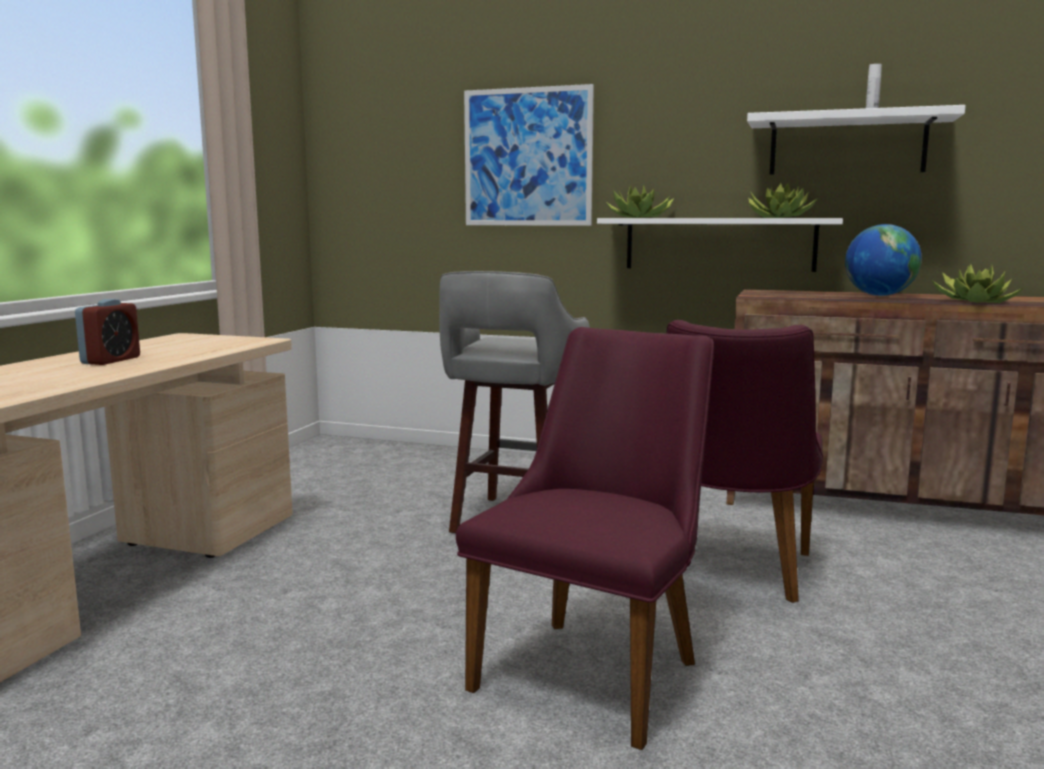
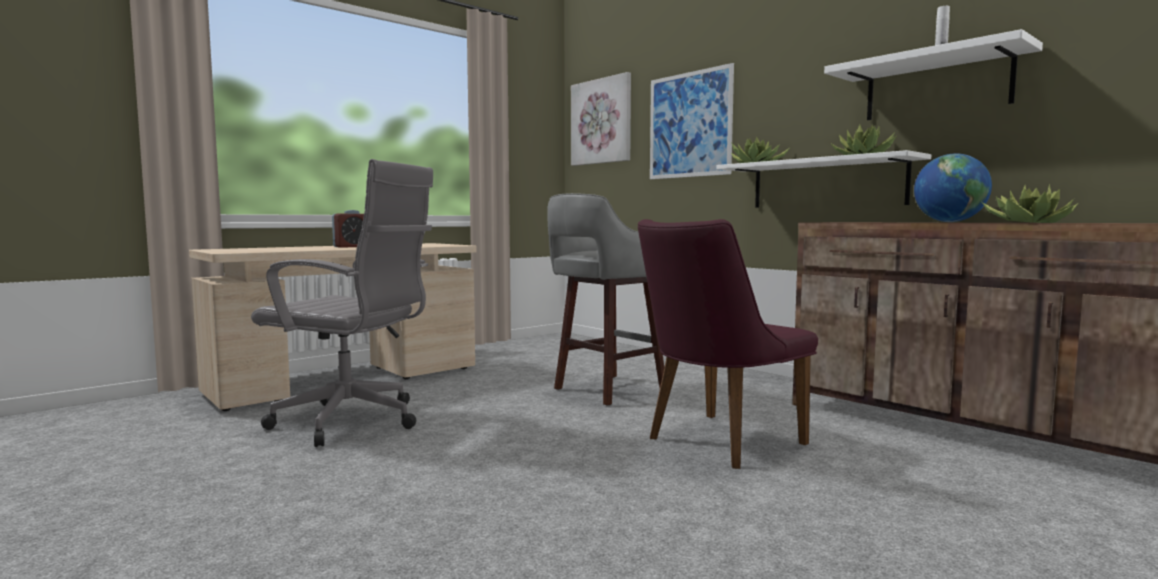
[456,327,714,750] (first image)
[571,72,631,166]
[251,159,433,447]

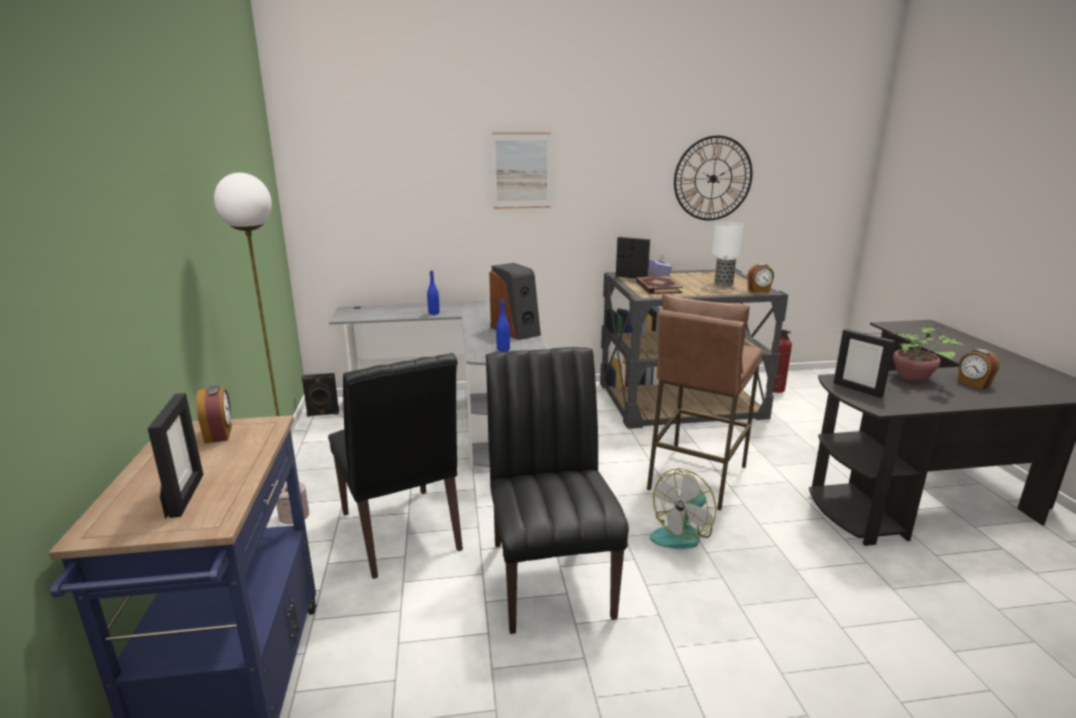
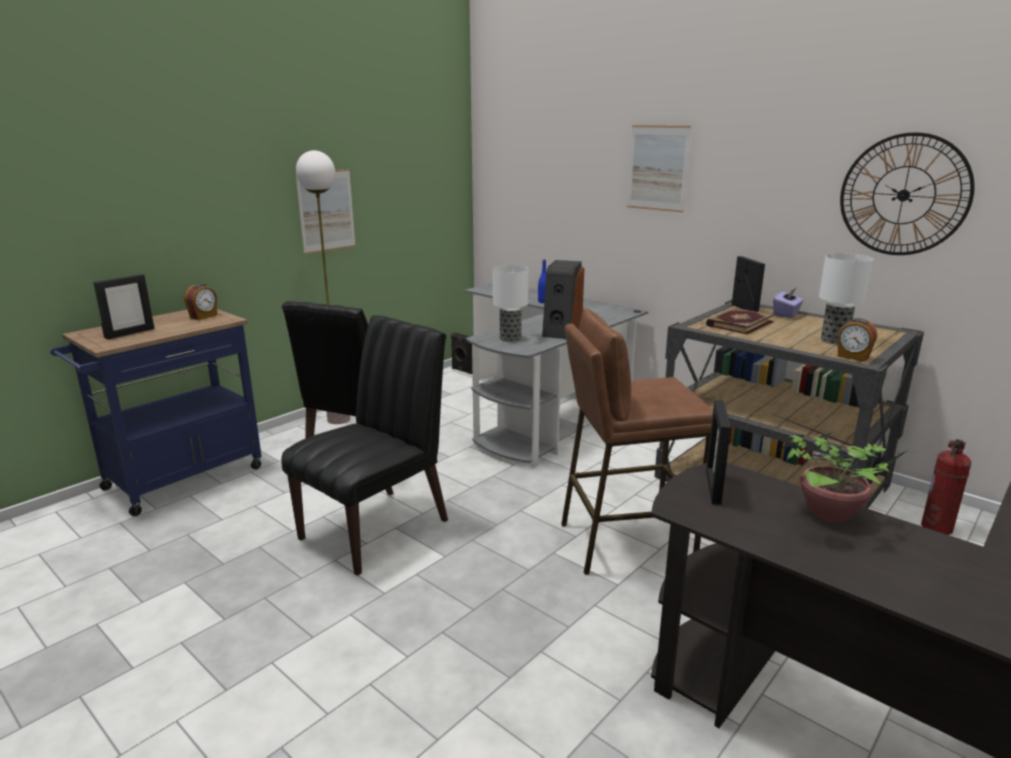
[492,265,529,342]
[958,349,999,389] (first image)
[650,468,716,549] (first image)
[295,169,356,254]

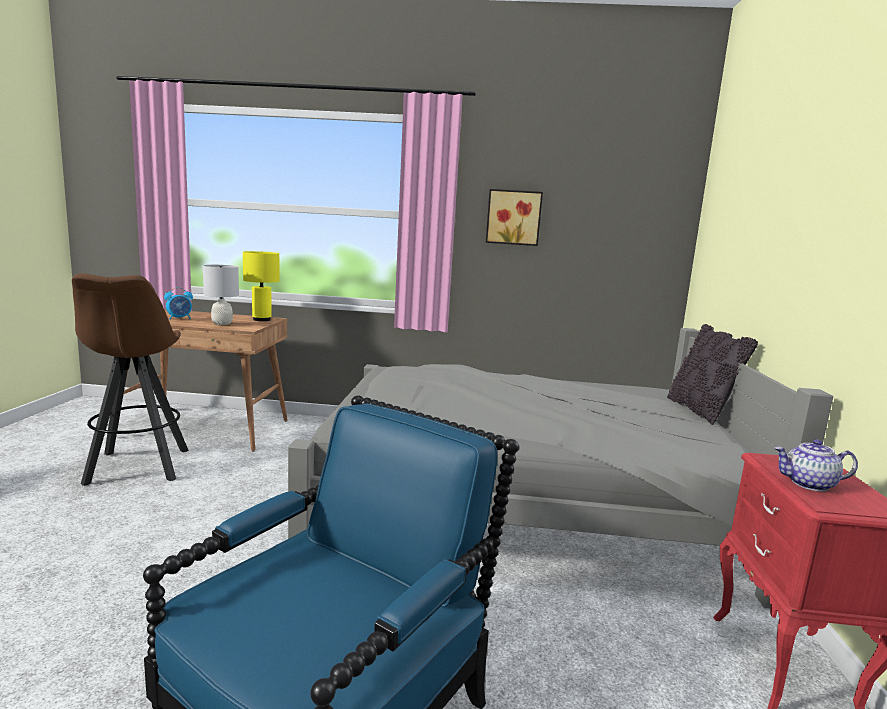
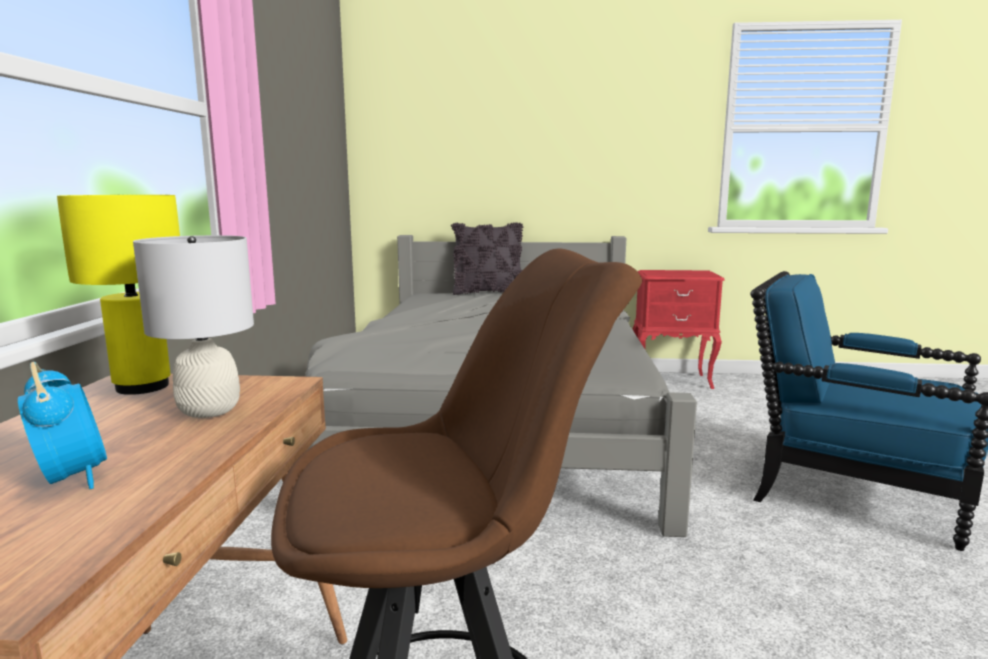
[486,189,543,246] (first image)
[774,439,858,492] (first image)

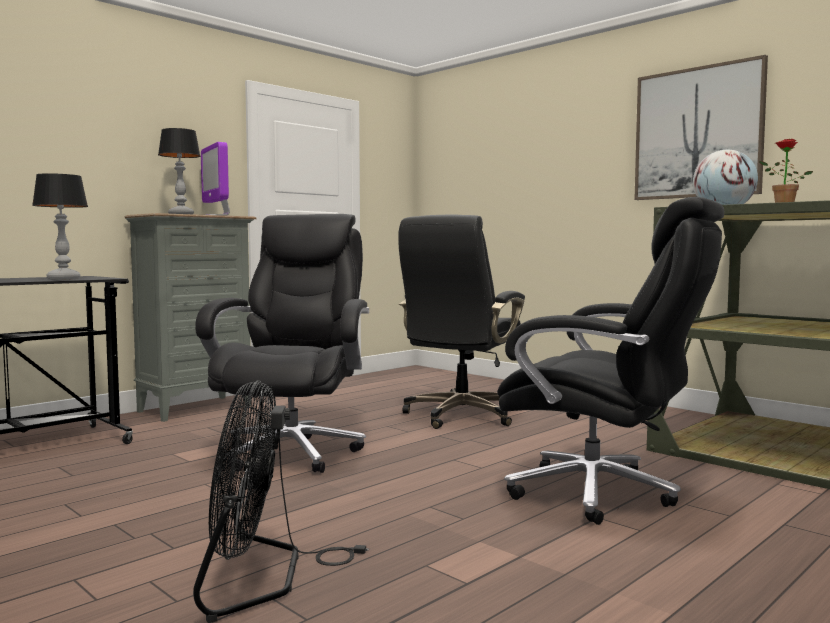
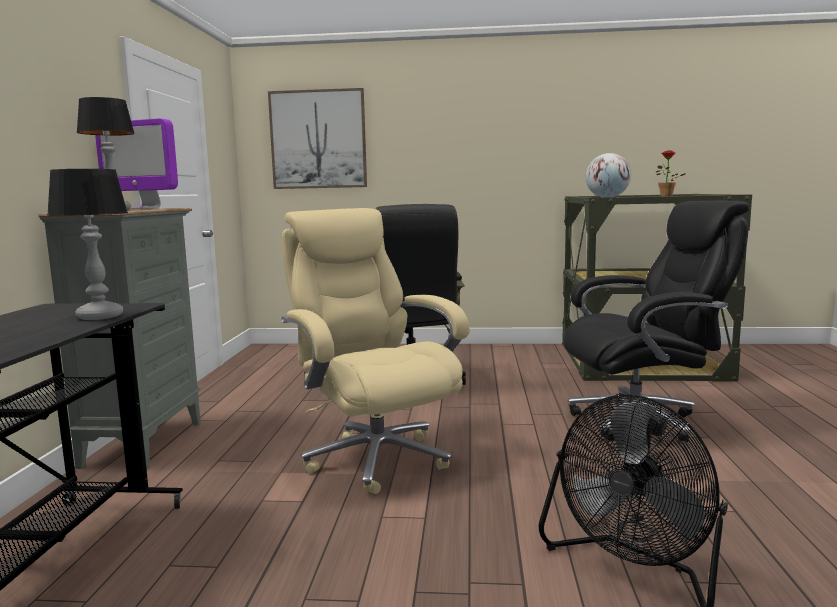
[268,88,367,189]
[282,208,470,494]

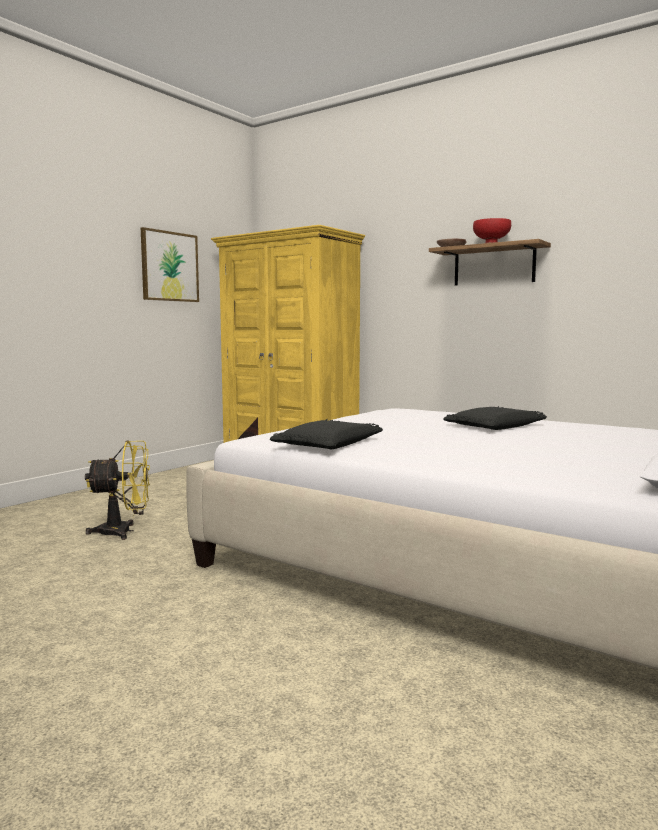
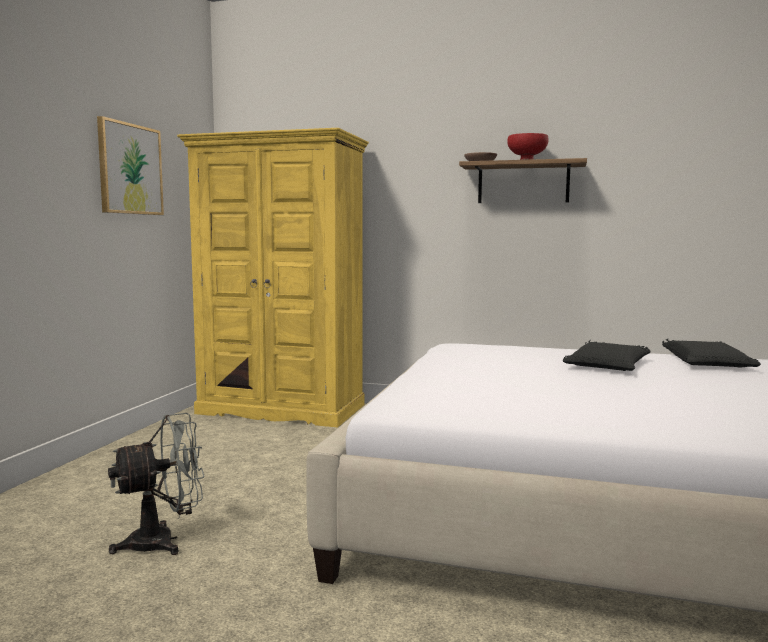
[662,339,761,368]
[108,413,205,555]

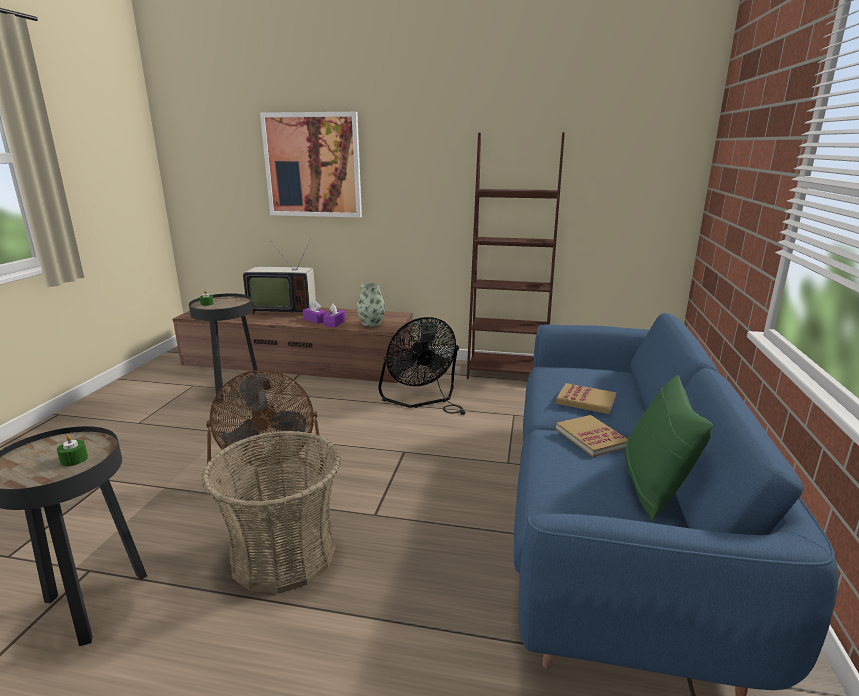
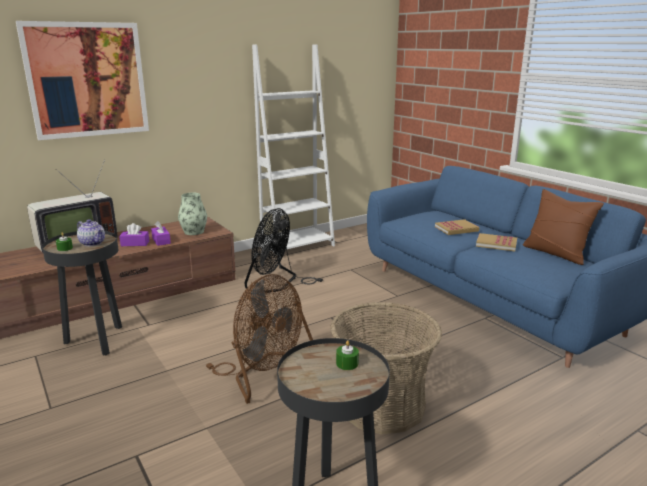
[252,44,335,257]
[523,189,604,265]
[77,219,105,246]

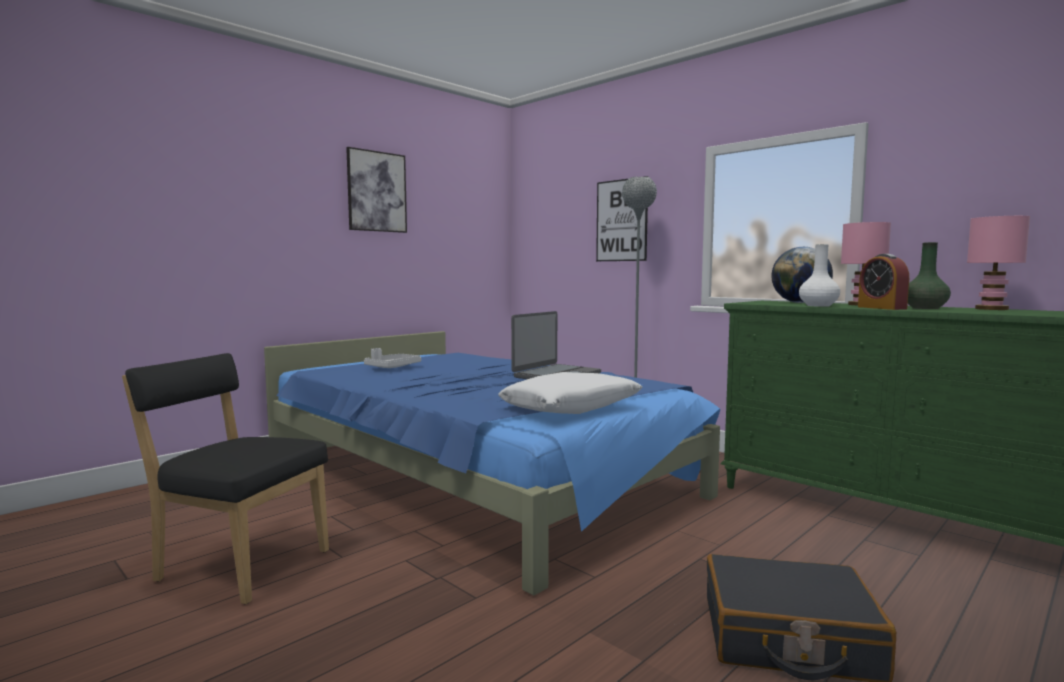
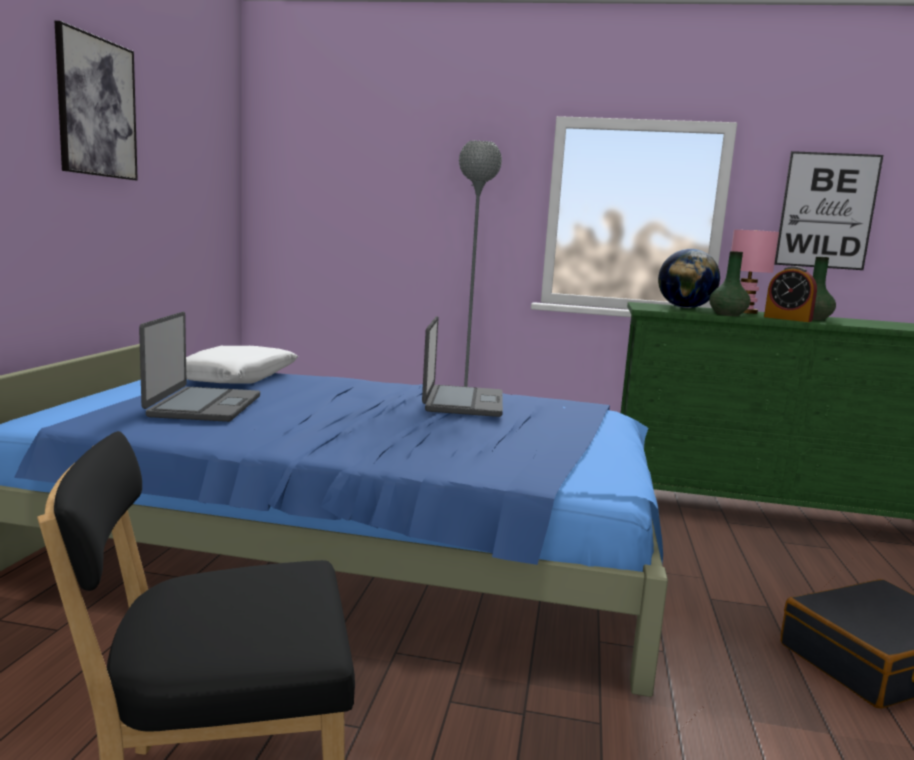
[774,151,883,270]
[967,216,1030,310] (first image)
[709,251,751,316]
[139,312,260,422]
[186,346,298,384]

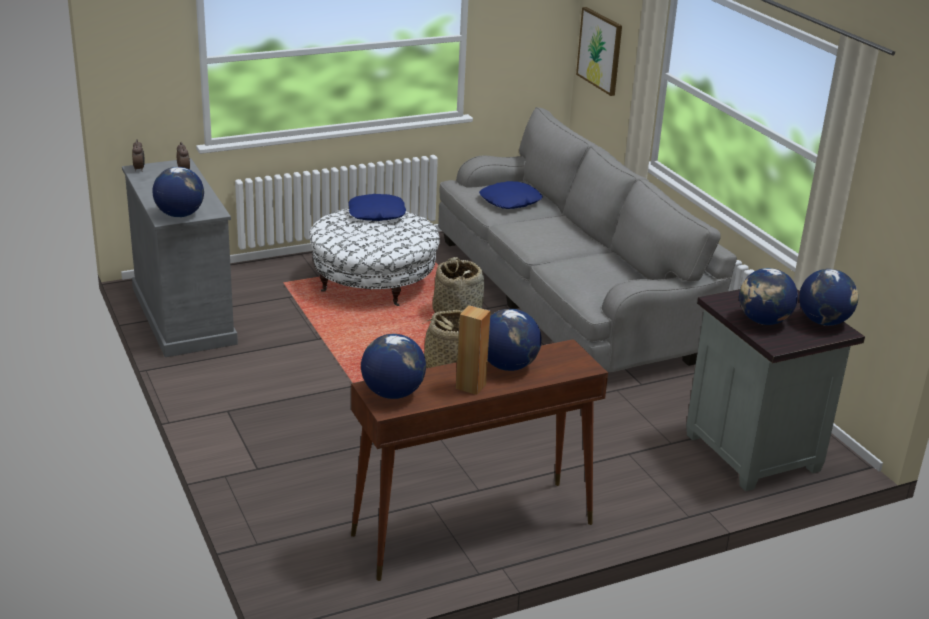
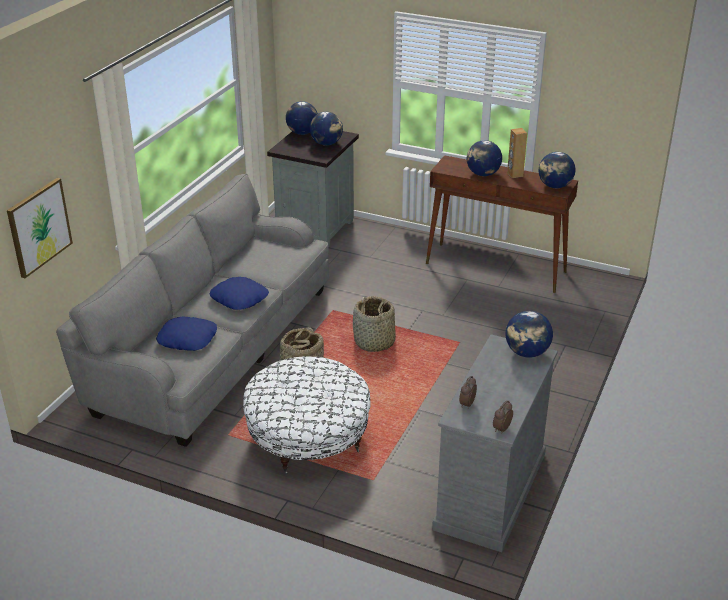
[210,277,269,310]

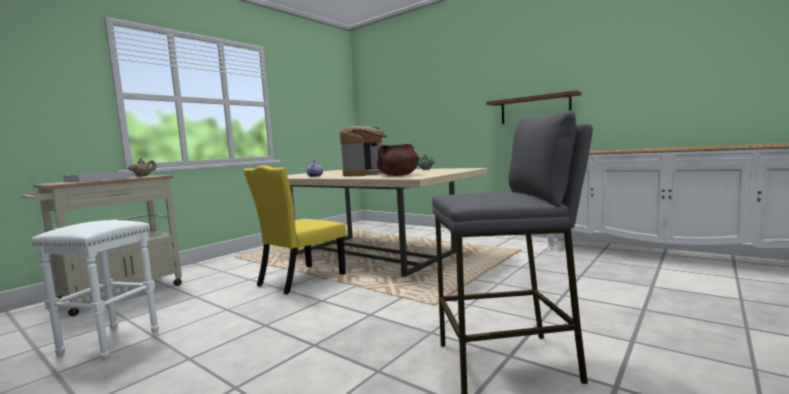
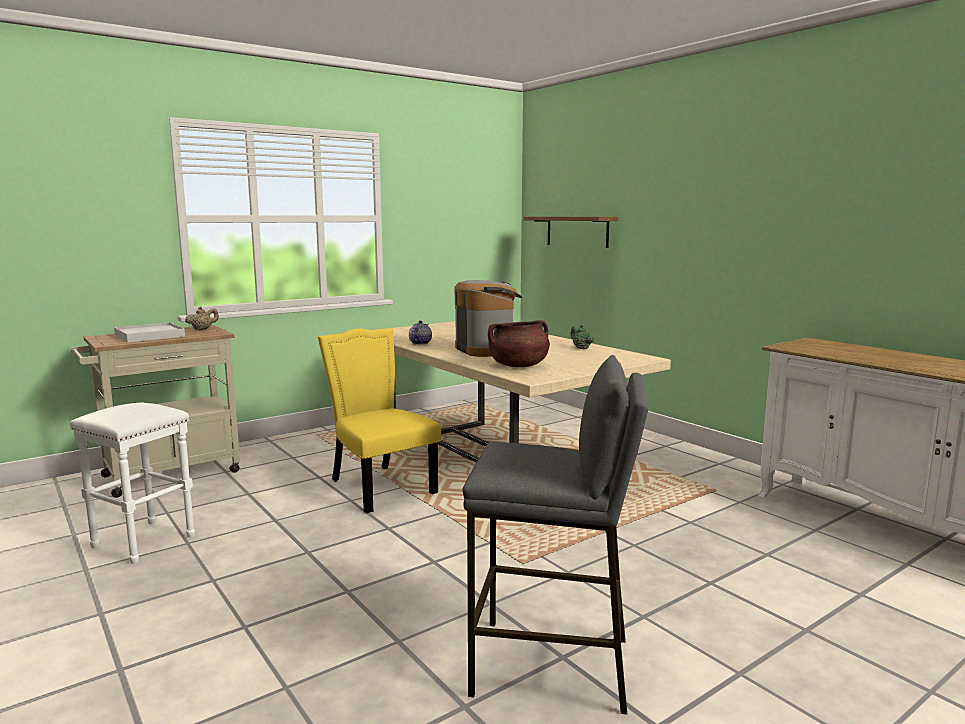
[524,217,618,248]
[455,280,522,357]
[318,328,441,513]

